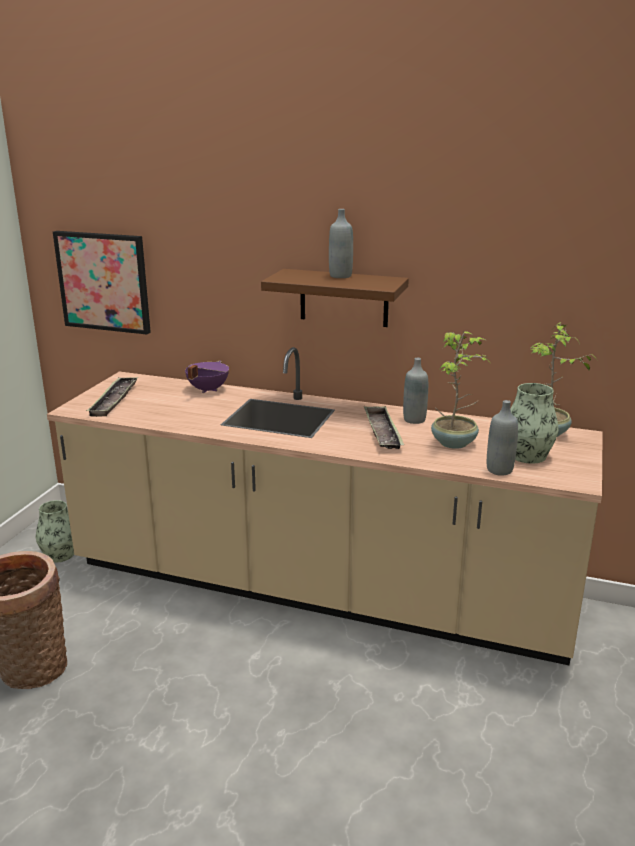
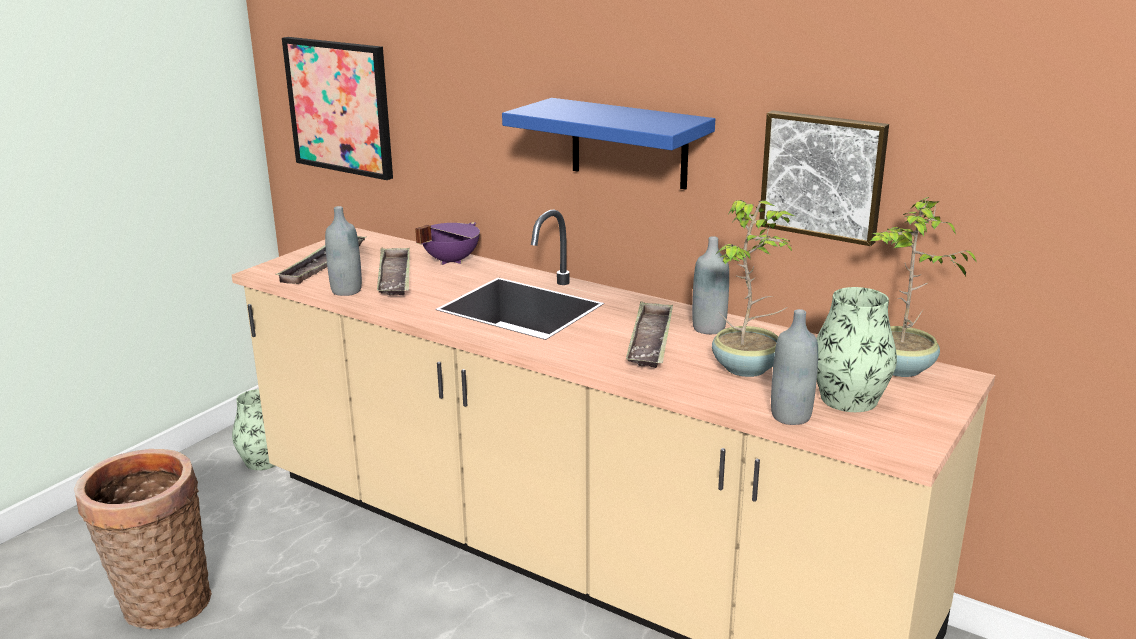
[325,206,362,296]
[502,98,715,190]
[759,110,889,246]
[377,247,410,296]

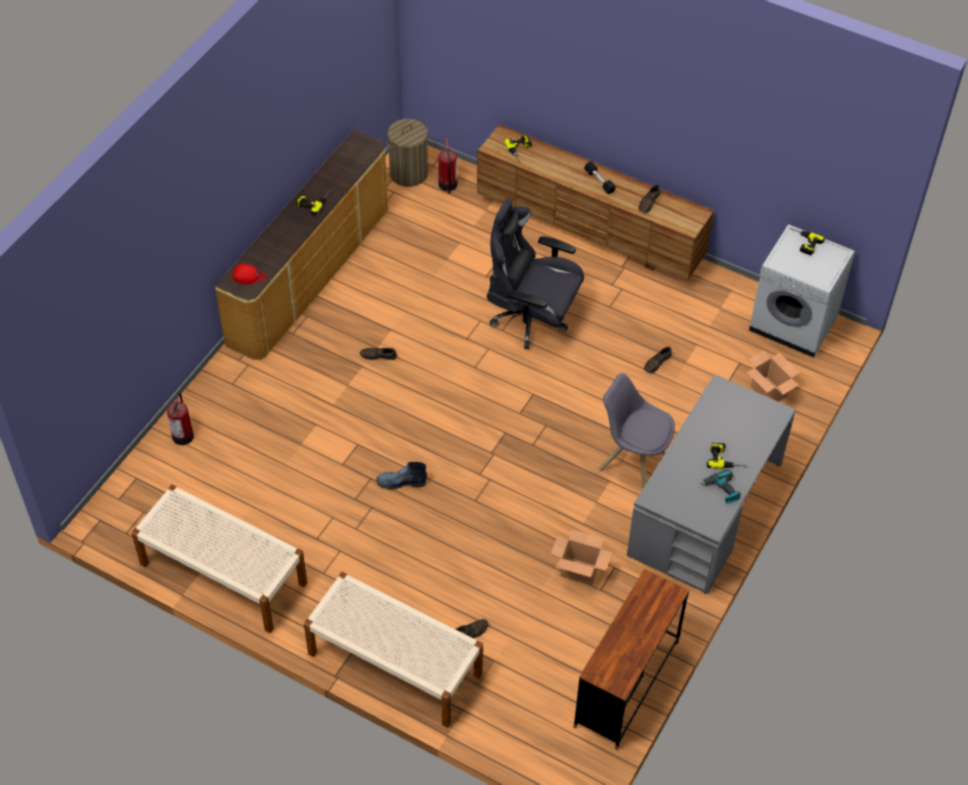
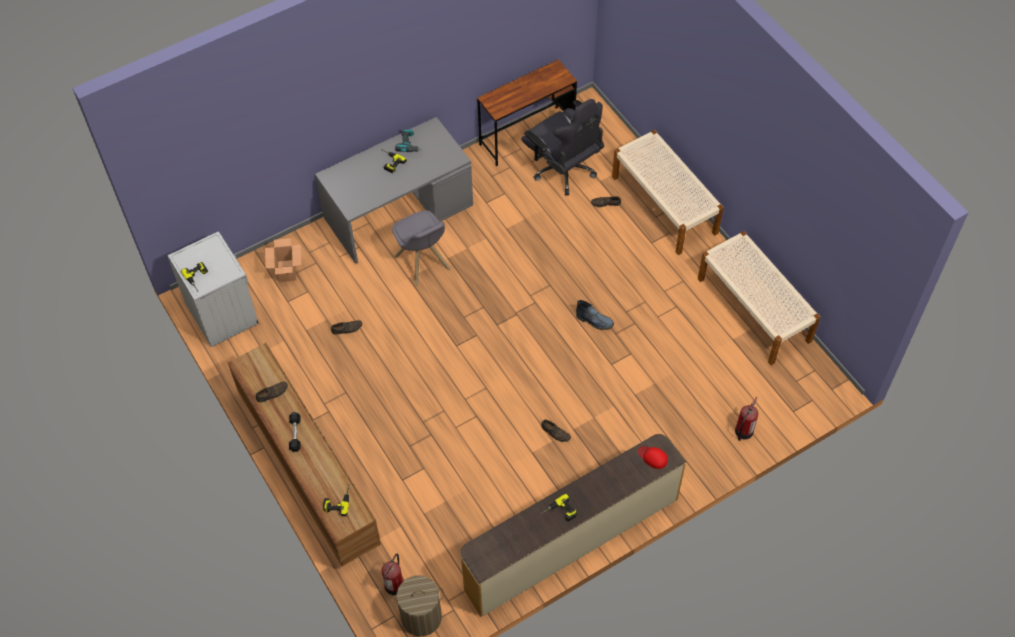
[521,99,604,196]
[551,530,612,585] (first image)

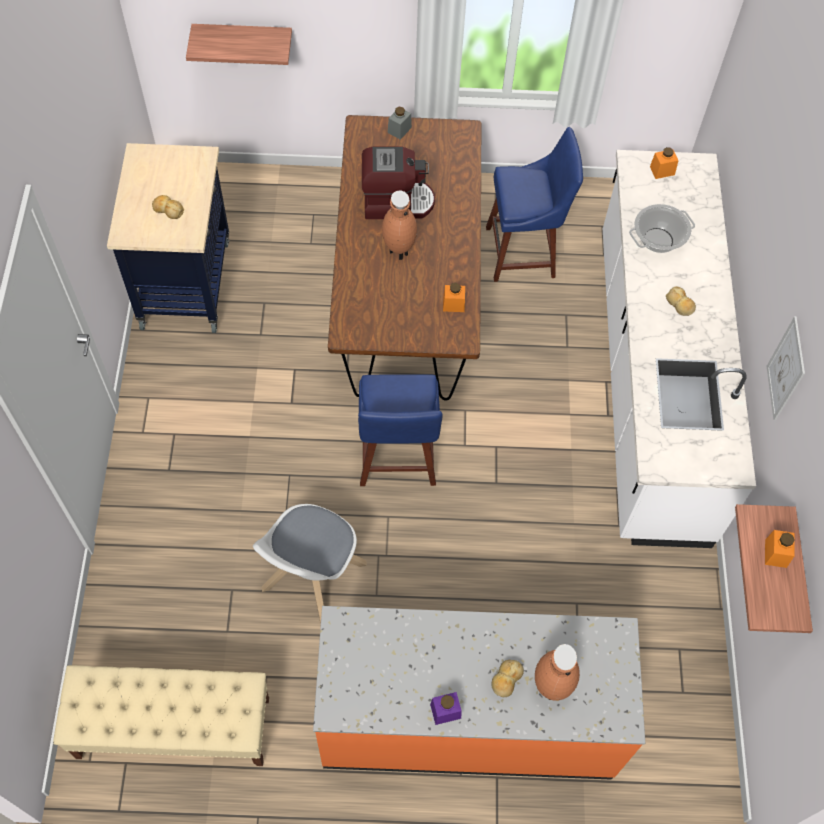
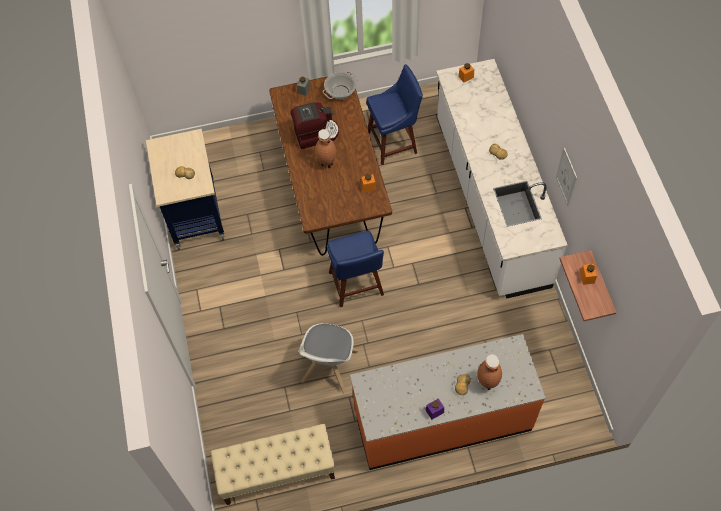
[186,24,292,65] (first image)
[322,72,358,99]

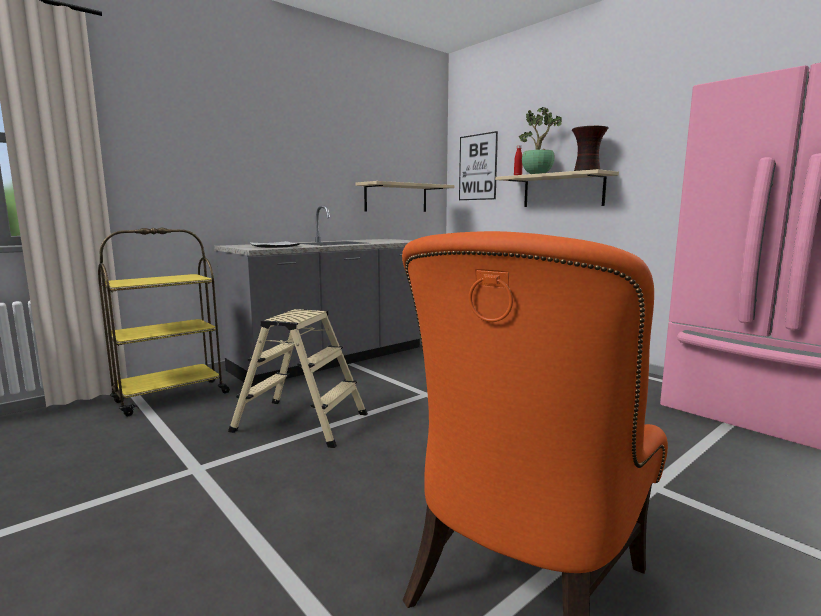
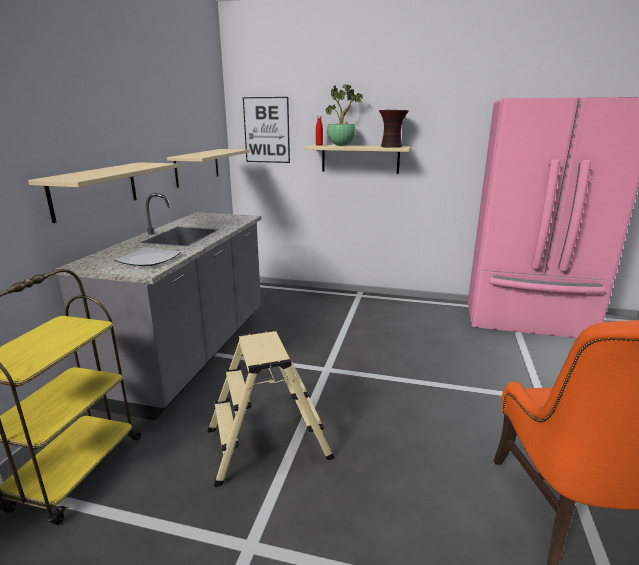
[28,162,178,223]

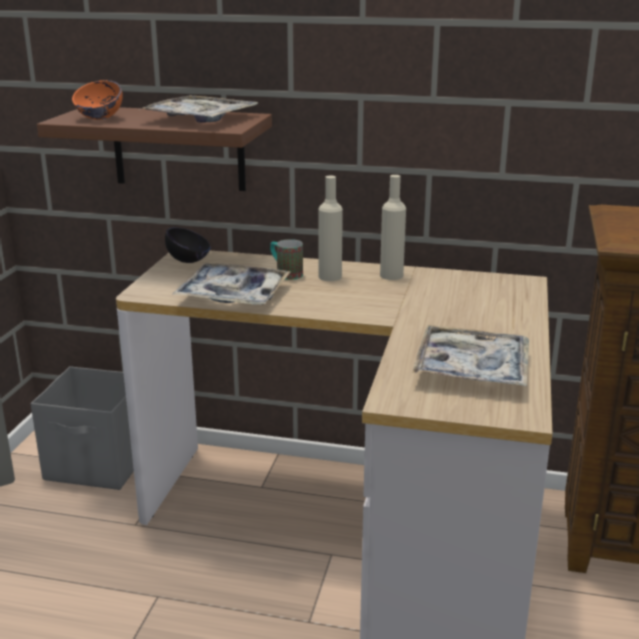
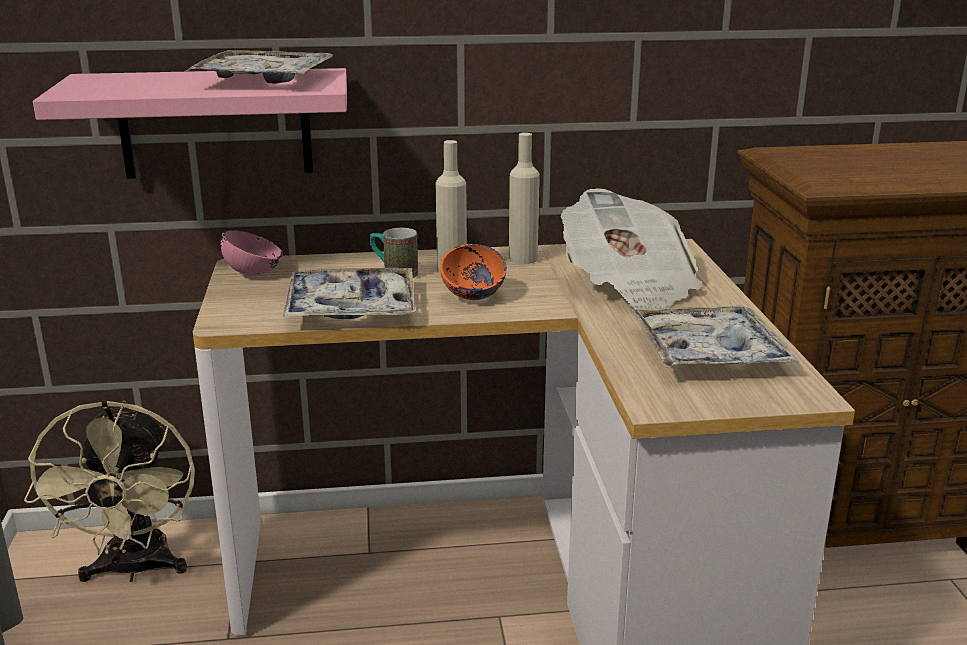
[440,244,507,300]
[33,68,347,179]
[220,230,283,276]
[24,400,195,582]
[561,188,702,309]

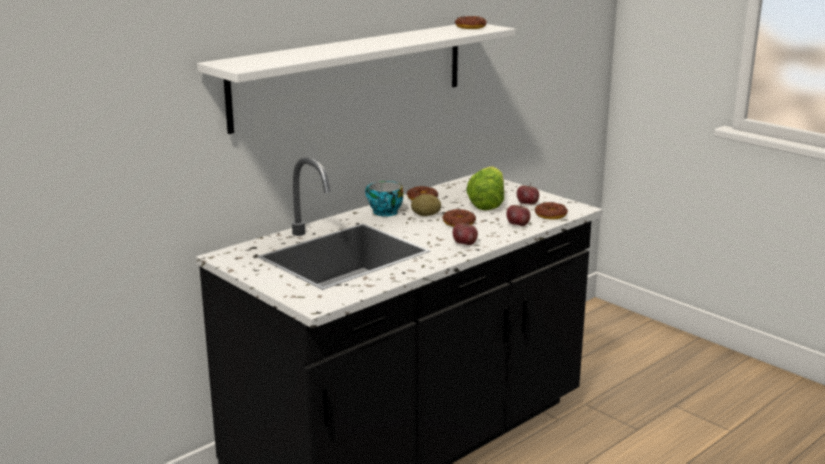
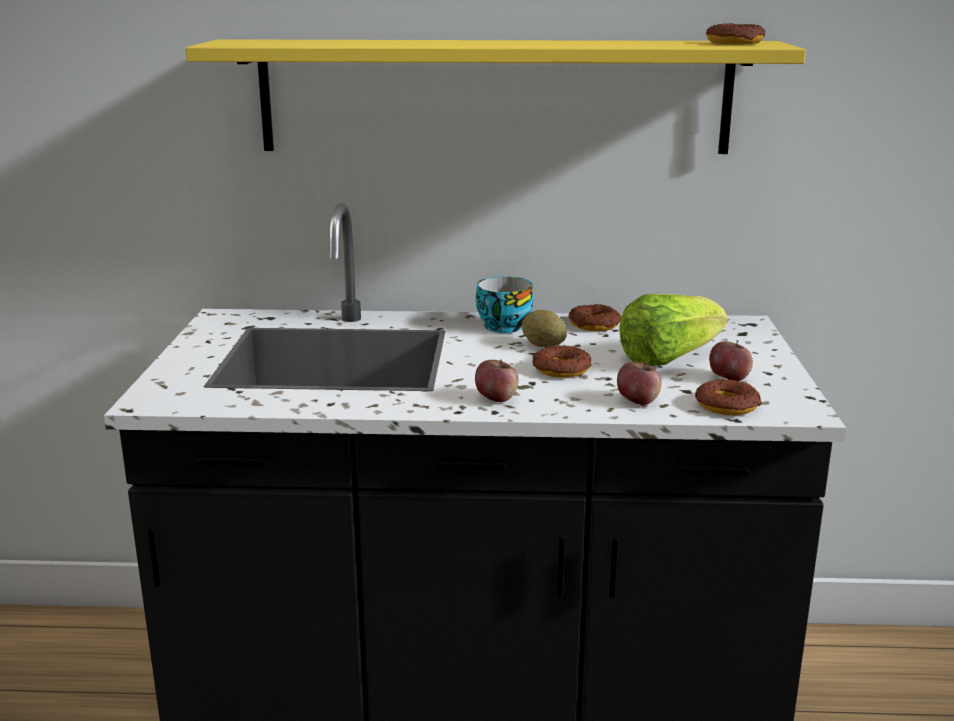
[185,39,806,154]

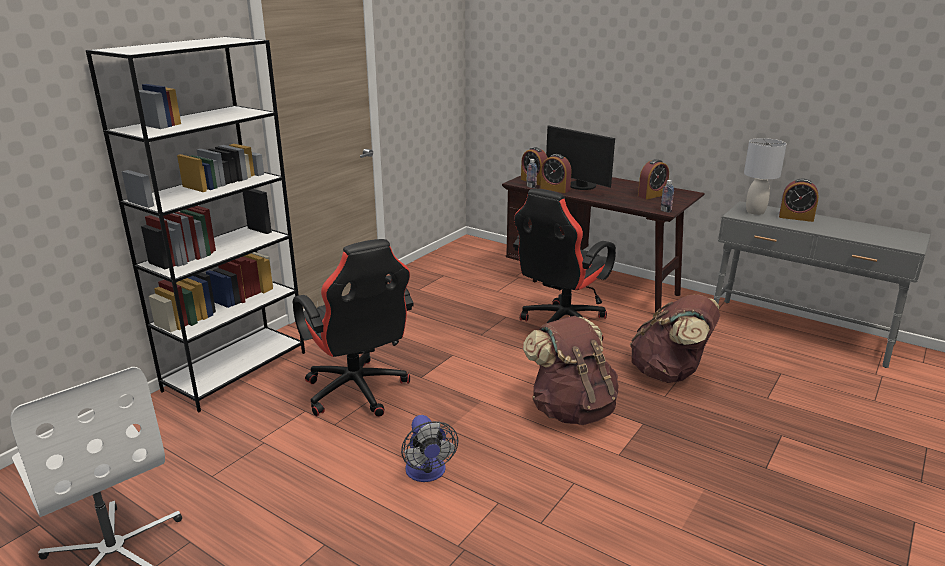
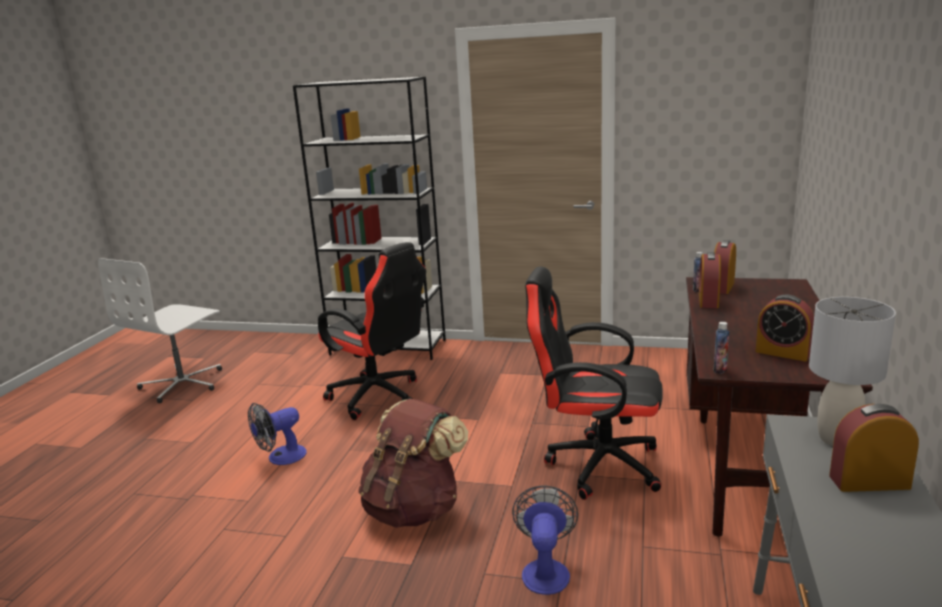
[546,125,615,190] (first image)
[829,404,919,492]
[318,242,426,420]
[512,485,578,595]

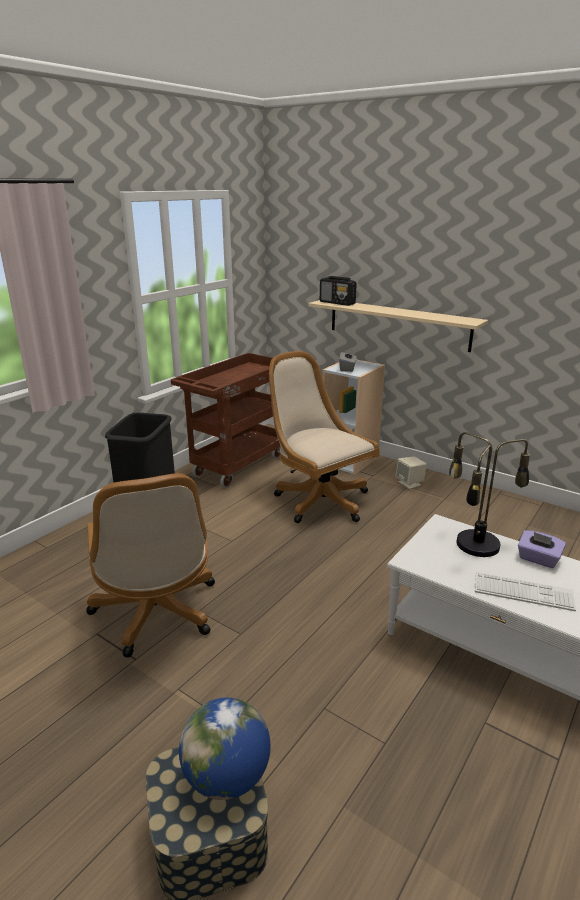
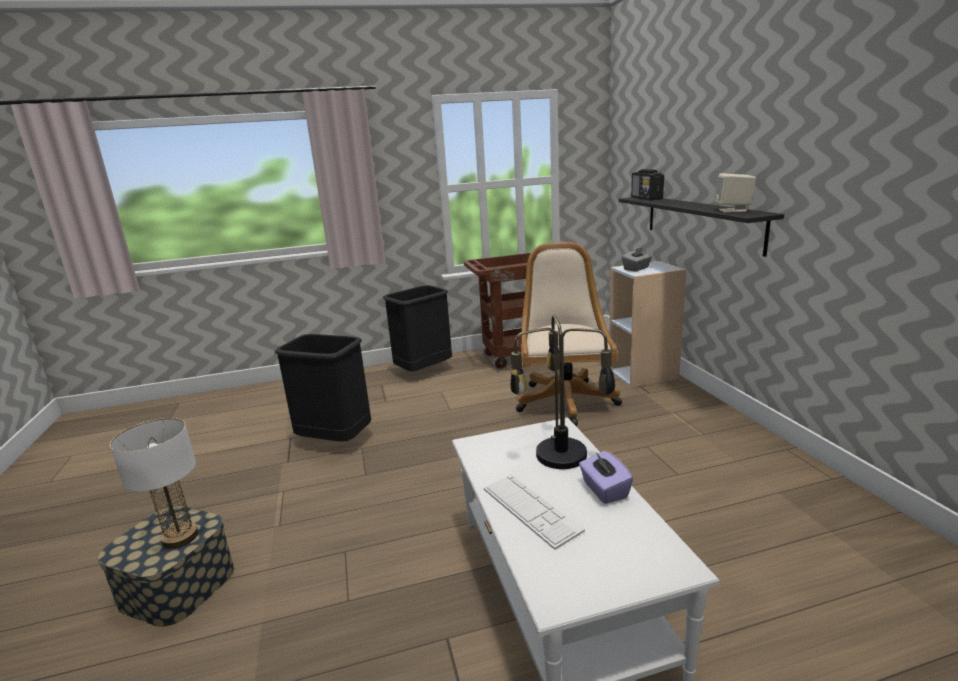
[619,197,784,257]
[714,173,756,213]
[275,334,371,442]
[110,418,198,549]

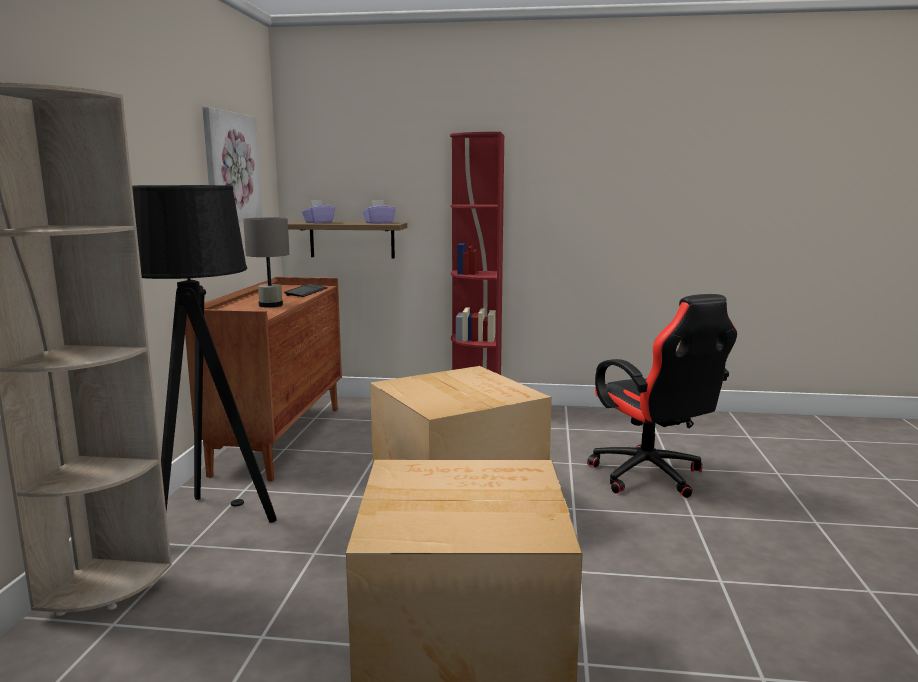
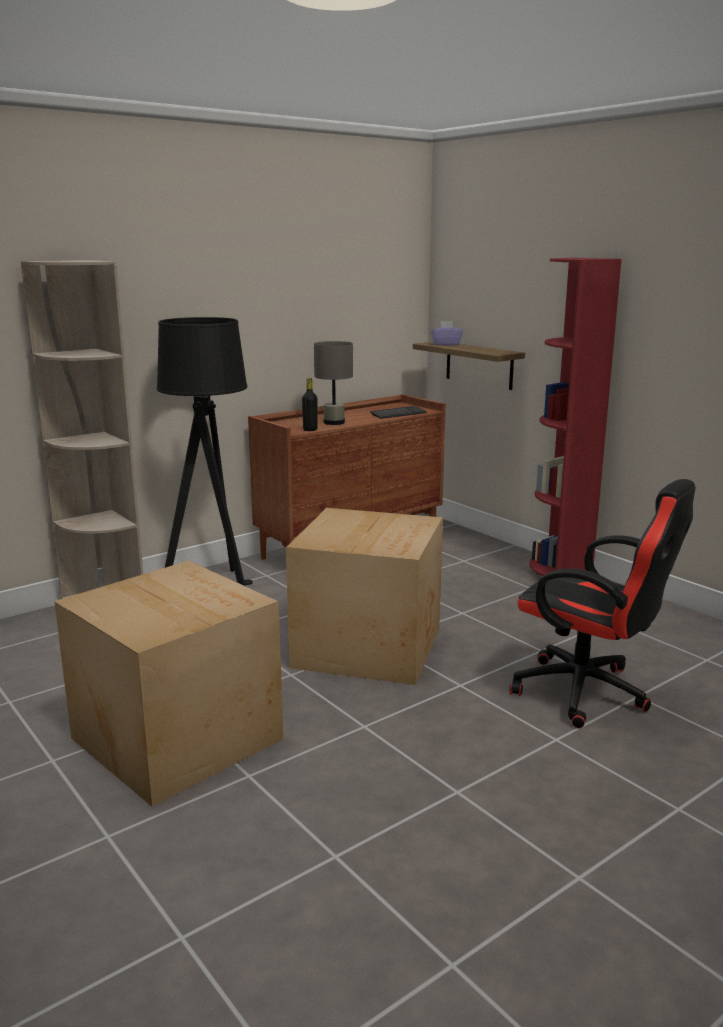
[202,107,262,221] (first image)
[363,200,395,224] (first image)
[509,479,696,728]
[302,378,318,431]

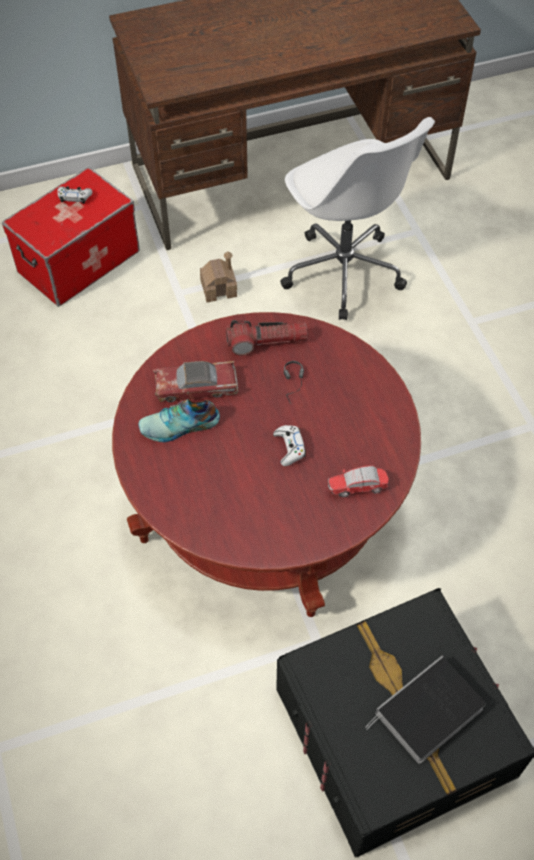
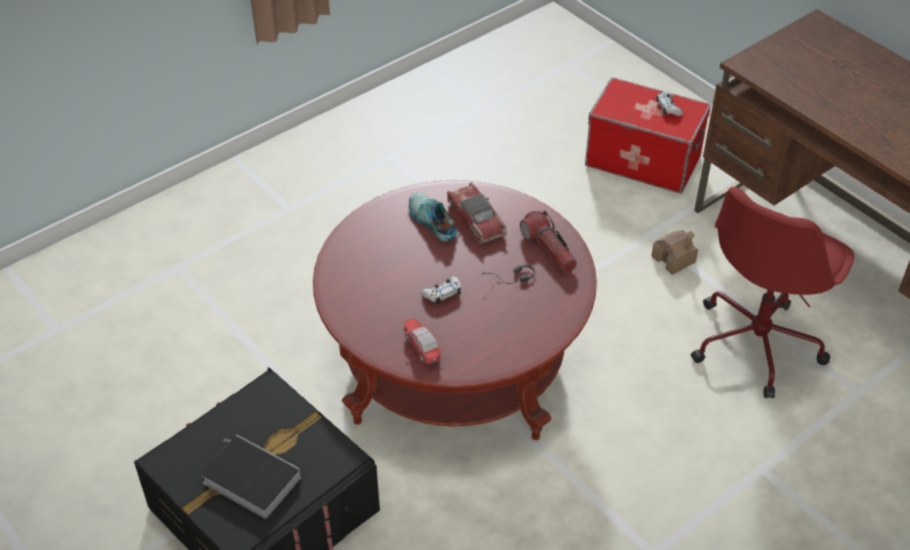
[691,187,855,398]

